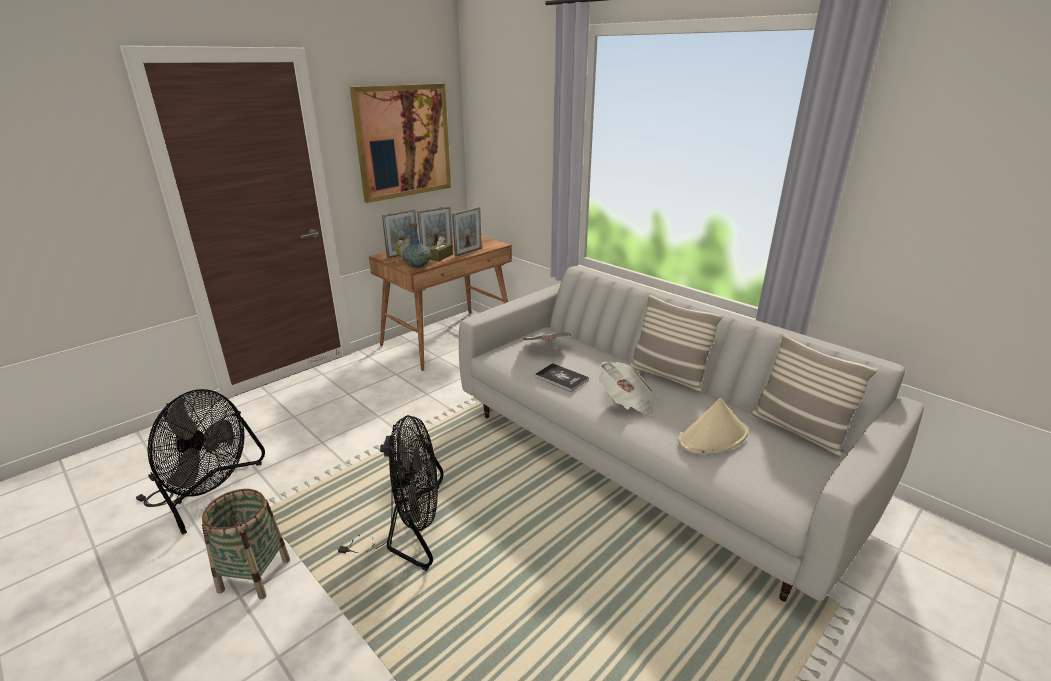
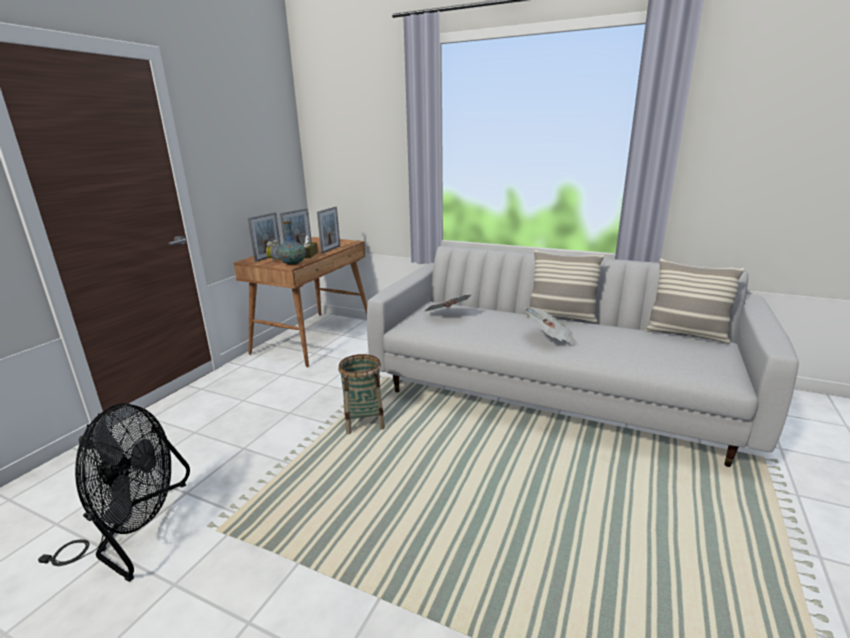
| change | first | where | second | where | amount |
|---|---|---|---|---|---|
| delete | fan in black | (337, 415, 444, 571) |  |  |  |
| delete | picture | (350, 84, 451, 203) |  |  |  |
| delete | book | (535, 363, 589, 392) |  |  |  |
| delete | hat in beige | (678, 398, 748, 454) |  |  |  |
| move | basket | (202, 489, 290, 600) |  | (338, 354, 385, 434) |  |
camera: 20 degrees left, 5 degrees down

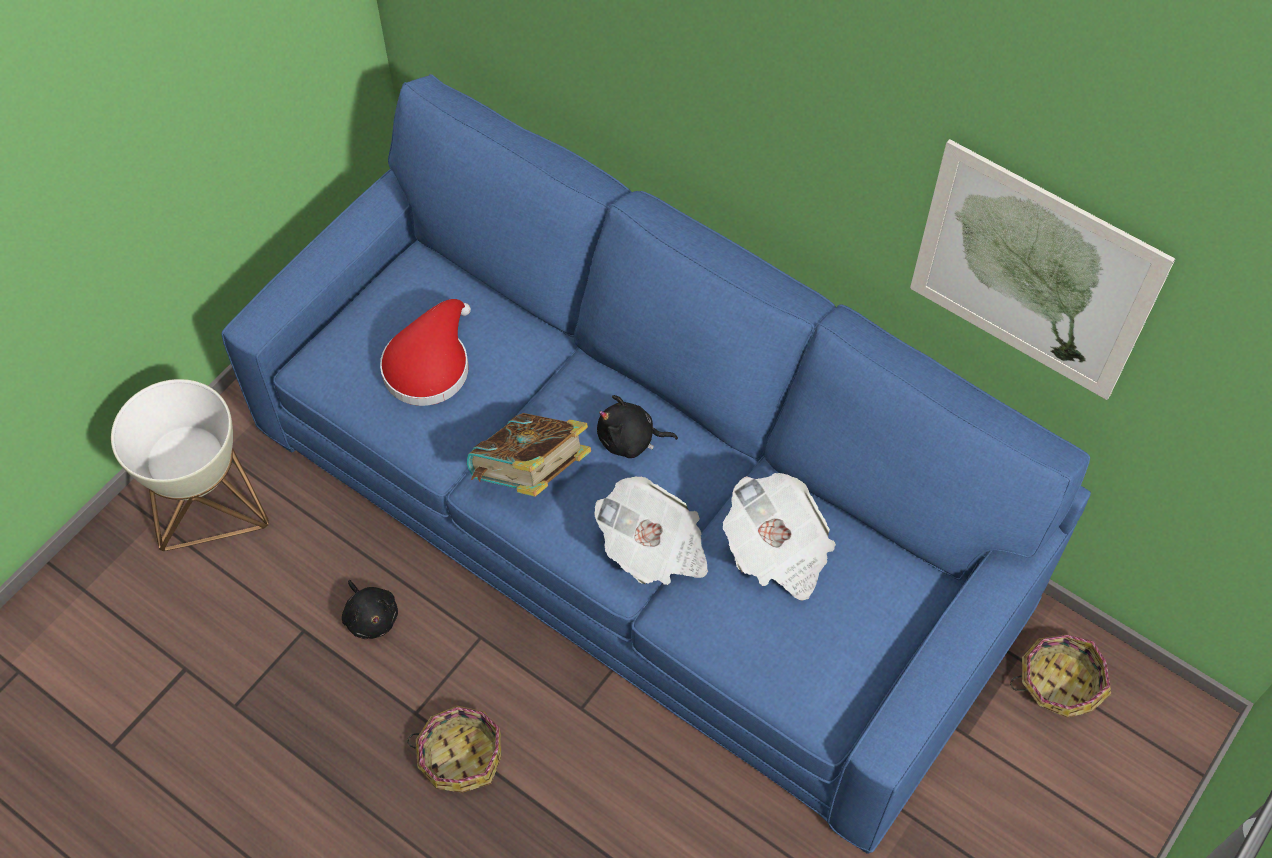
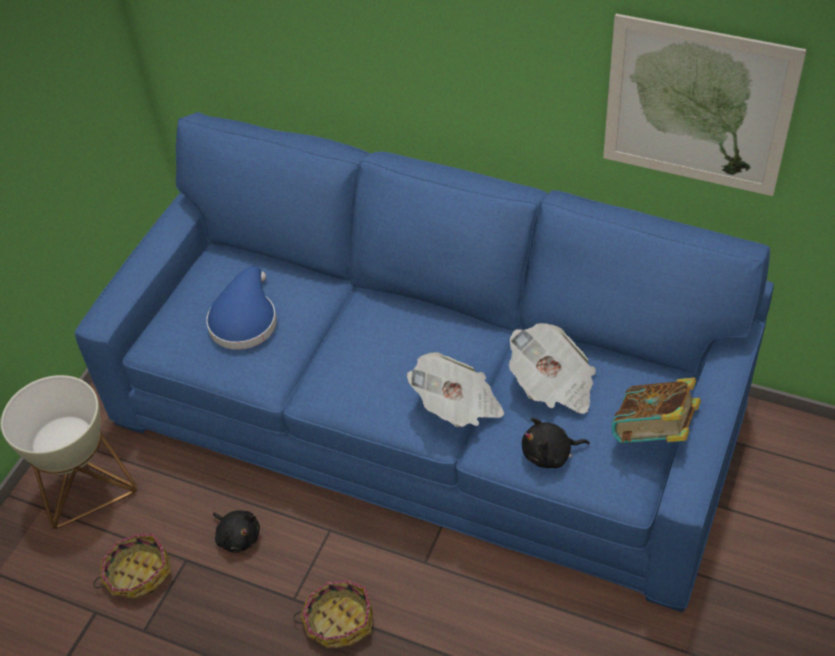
| change | first | where | second | where | amount |
|---|---|---|---|---|---|
| move | book | (467, 413, 591, 497) |  | (612, 377, 701, 443) |  |
| move | plush toy in black | (597, 395, 678, 458) |  | (522, 418, 590, 468) |  |
| move | basket | (1010, 634, 1111, 718) |  | (93, 534, 172, 599) |  |
| recolor | hat in red | (380, 299, 471, 406) | hat in blue | (206, 266, 277, 350) |  |
camera: 10 degrees left, 10 degrees down

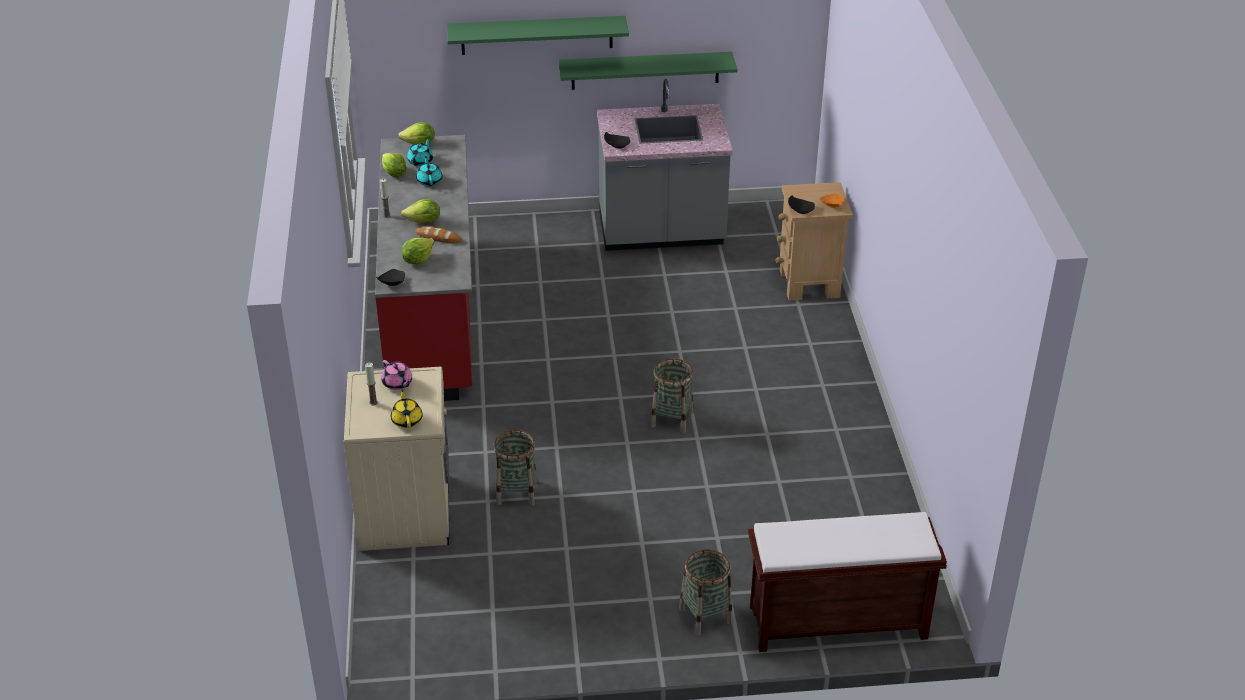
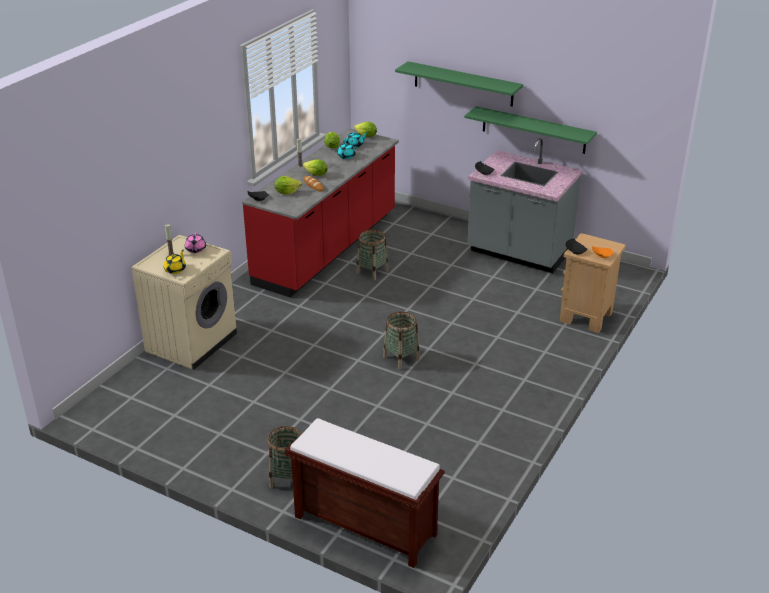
| change | first | where | second | where | amount |
|---|---|---|---|---|---|
| move | basket | (493, 429, 537, 506) |  | (356, 230, 388, 280) |  |
camera: 35 degrees right, 5 degrees down

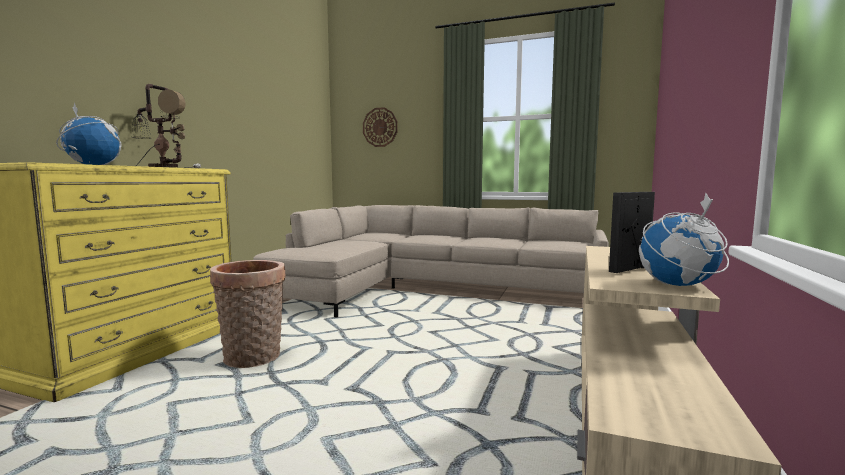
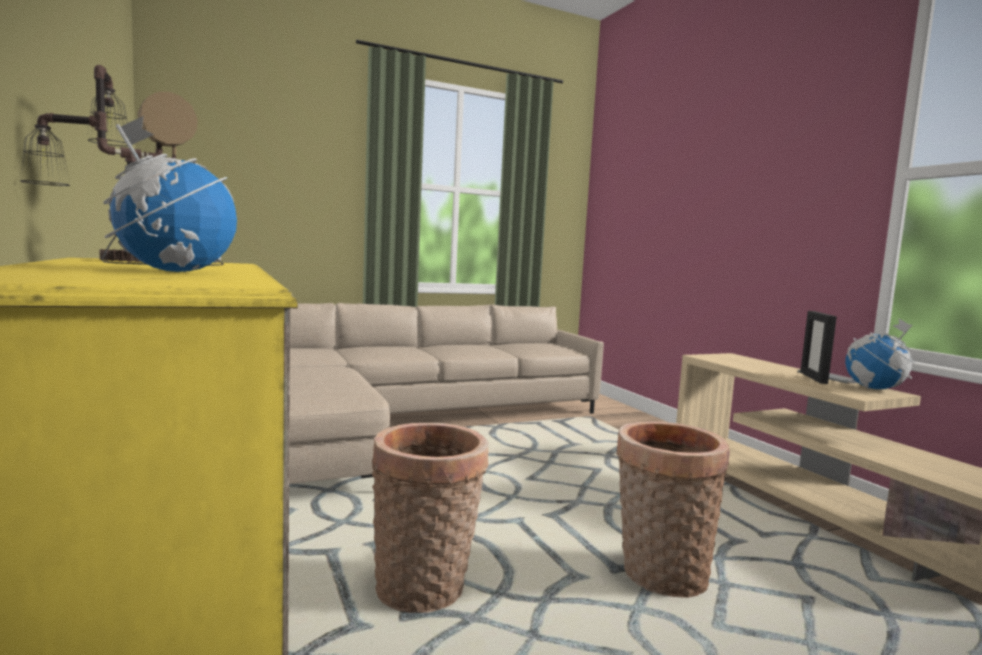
| change | first | where | second | where | amount |
|---|---|---|---|---|---|
| delete | wall clock | (363, 107, 398, 147) |  |  |  |
| insert |  |  | basket | (617, 421, 730, 598) |  |
camera: 45 degrees left, 0 degrees up

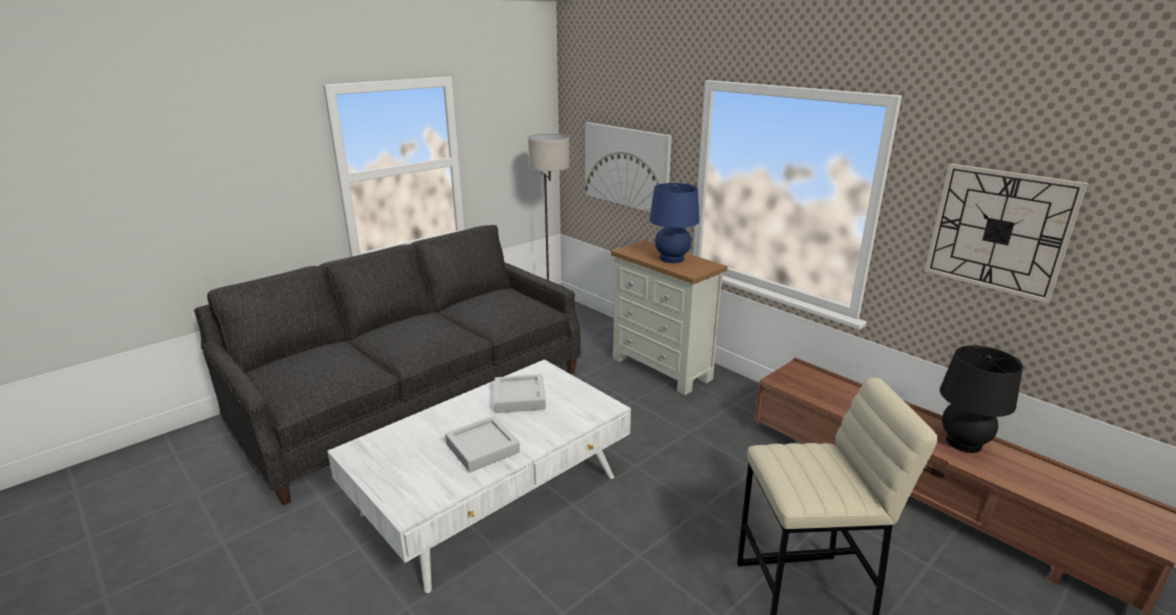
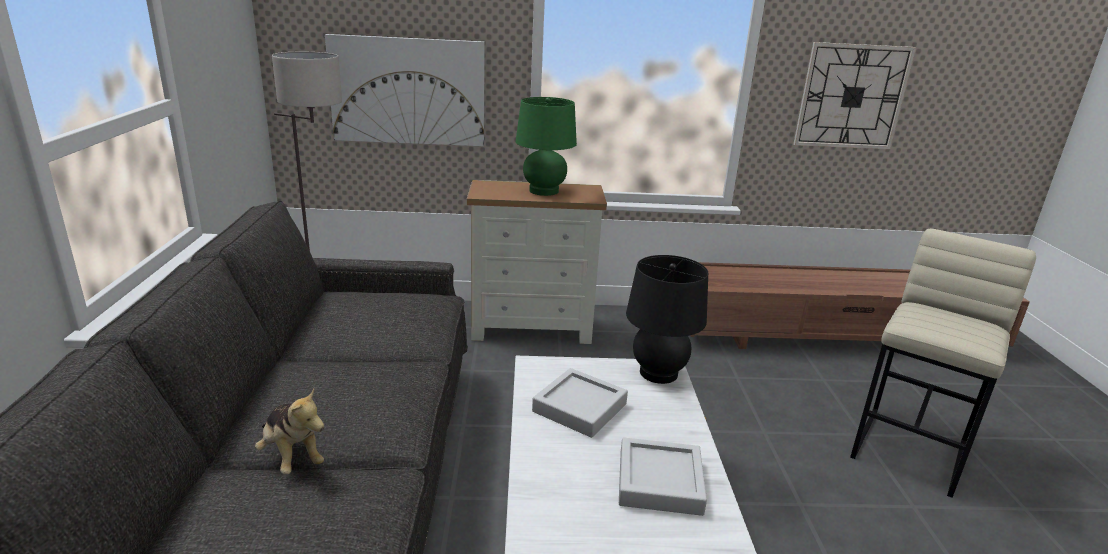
| change | first | where | second | where | amount |
|---|---|---|---|---|---|
| insert |  |  | plush toy | (255, 388, 324, 474) |  |
| move | table lamp in black | (940, 345, 1023, 453) |  | (626, 255, 708, 384) |  |
| recolor | table lamp in blue | (649, 183, 699, 263) | table lamp in green | (516, 97, 577, 196) |  |
camera: 50 degrees left, 0 degrees up

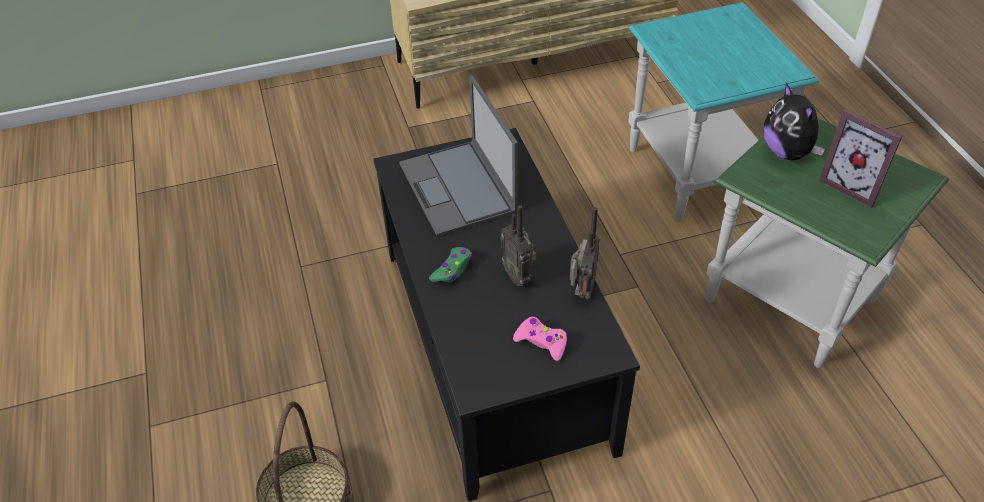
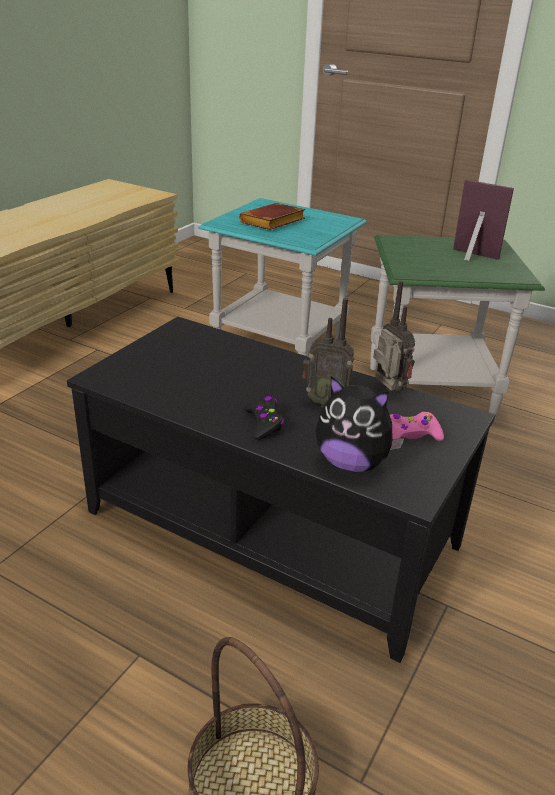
| change | first | where | second | where | amount |
|---|---|---|---|---|---|
| delete | laptop | (399, 75, 518, 237) |  |  |  |
| insert |  |  | book in brown | (239, 203, 305, 230) |  |
| move | plush toy | (764, 83, 825, 160) |  | (316, 376, 405, 472) |  |
| recolor | game controller in green | (429, 247, 472, 282) | game controller in black | (244, 396, 284, 440) |  |
| rotate | picture frame | (819, 110, 902, 208) |  | (453, 180, 514, 261) | 150 degrees counterclockwise |
camera: 45 degrees left, 15 degrees down

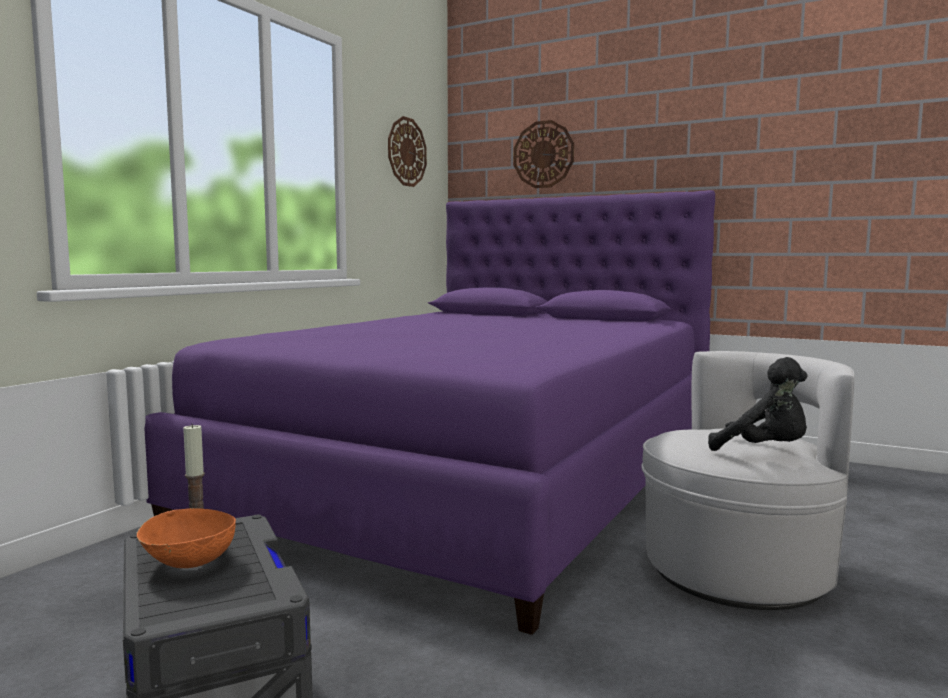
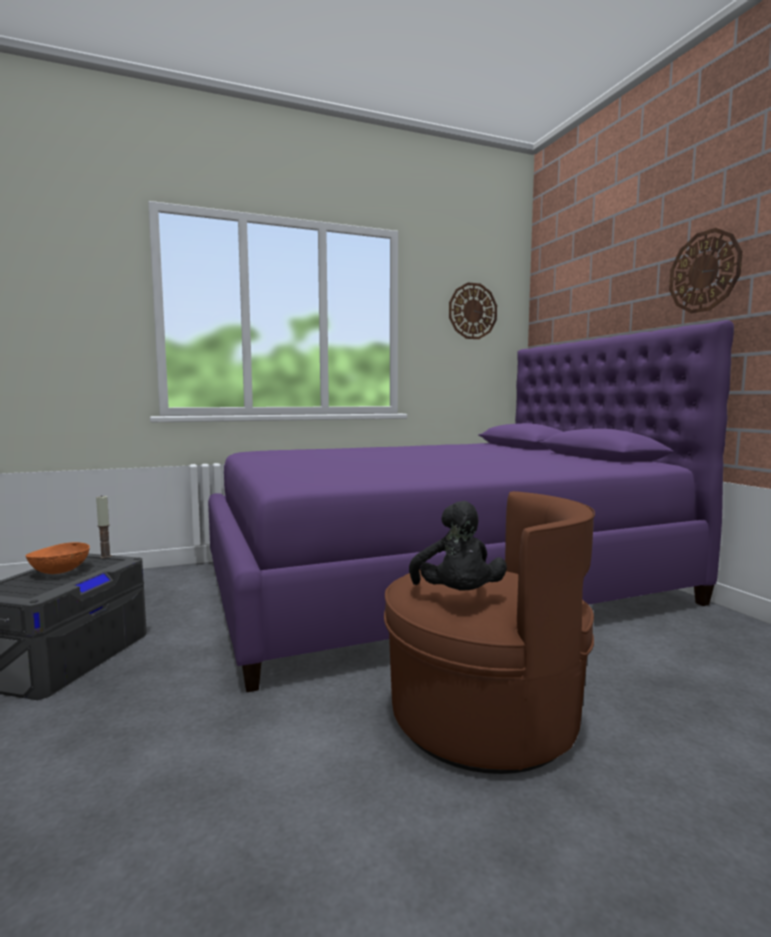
| change | first | where | second | where | amount |
|---|---|---|---|---|---|
| move | wall clock | (514, 120, 574, 188) |  | (669, 228, 743, 313) |  |
| recolor | armchair in white | (641, 351, 855, 610) | armchair in brown | (384, 491, 595, 774) |  |
camera: 40 degrees right, 0 degrees up

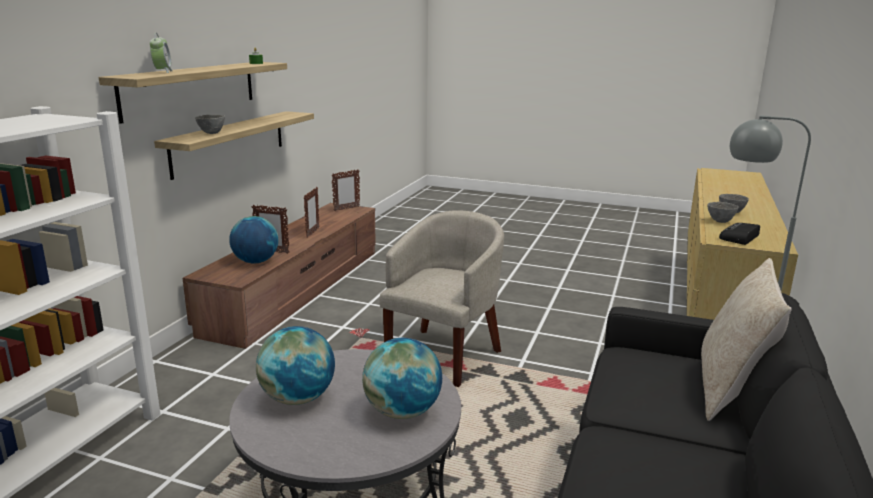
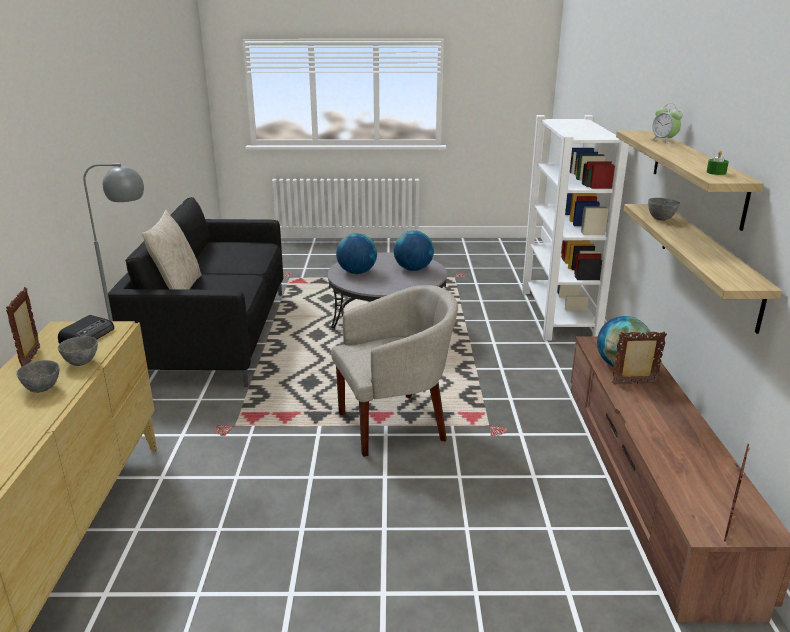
| change | first | where | second | where | amount |
|---|---|---|---|---|---|
| move | picture frame | (304, 187, 320, 238) |  | (6, 287, 40, 367) |  |
| rotate | armchair in beige | (379, 210, 504, 387) |  | (331, 285, 458, 457) | 120 degrees counterclockwise |
camera: 160 degrees right, 5 degrees up

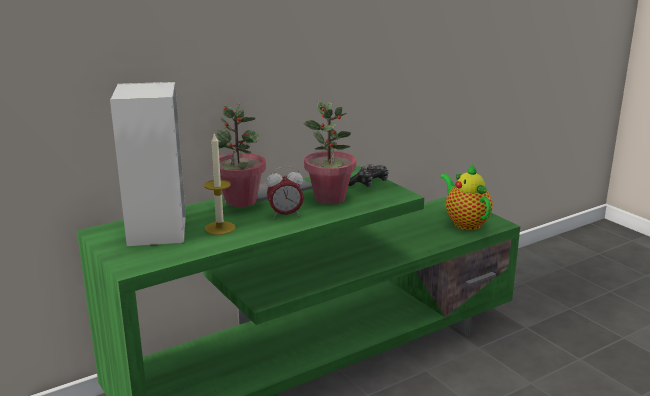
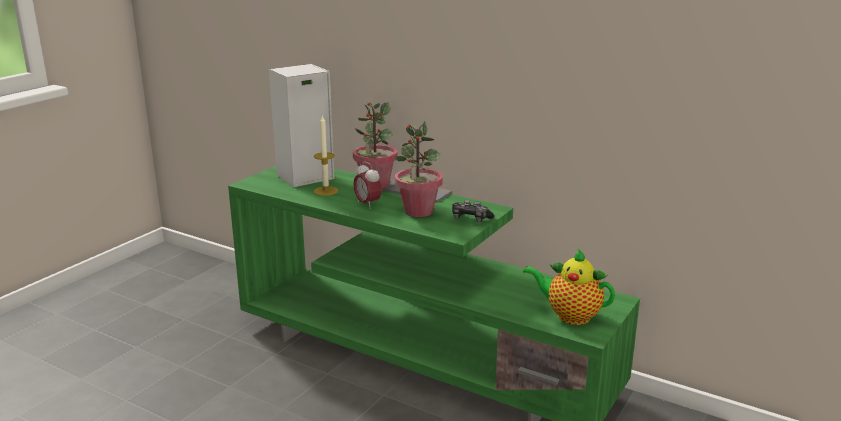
| change | first | where | second | where | amount |
|---|---|---|---|---|---|
| rotate | teapot | (440, 164, 493, 230) |  | (523, 249, 615, 325) | 105 degrees counterclockwise |
camera: 65 degrees right, 0 degrees up

